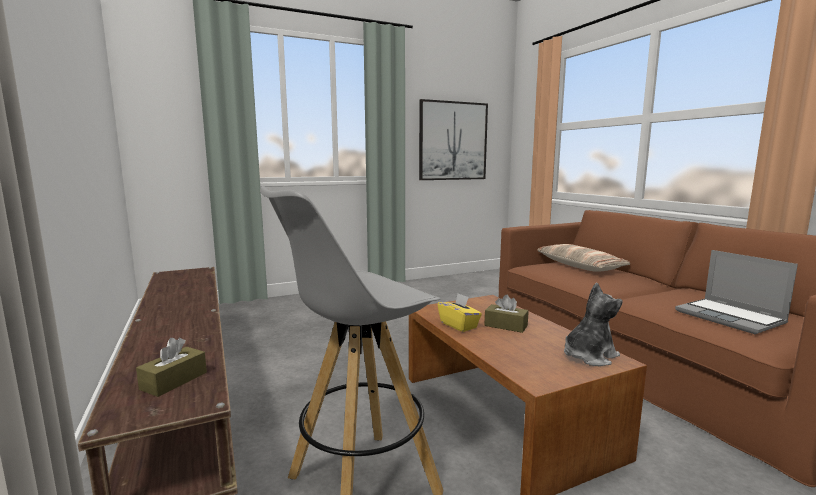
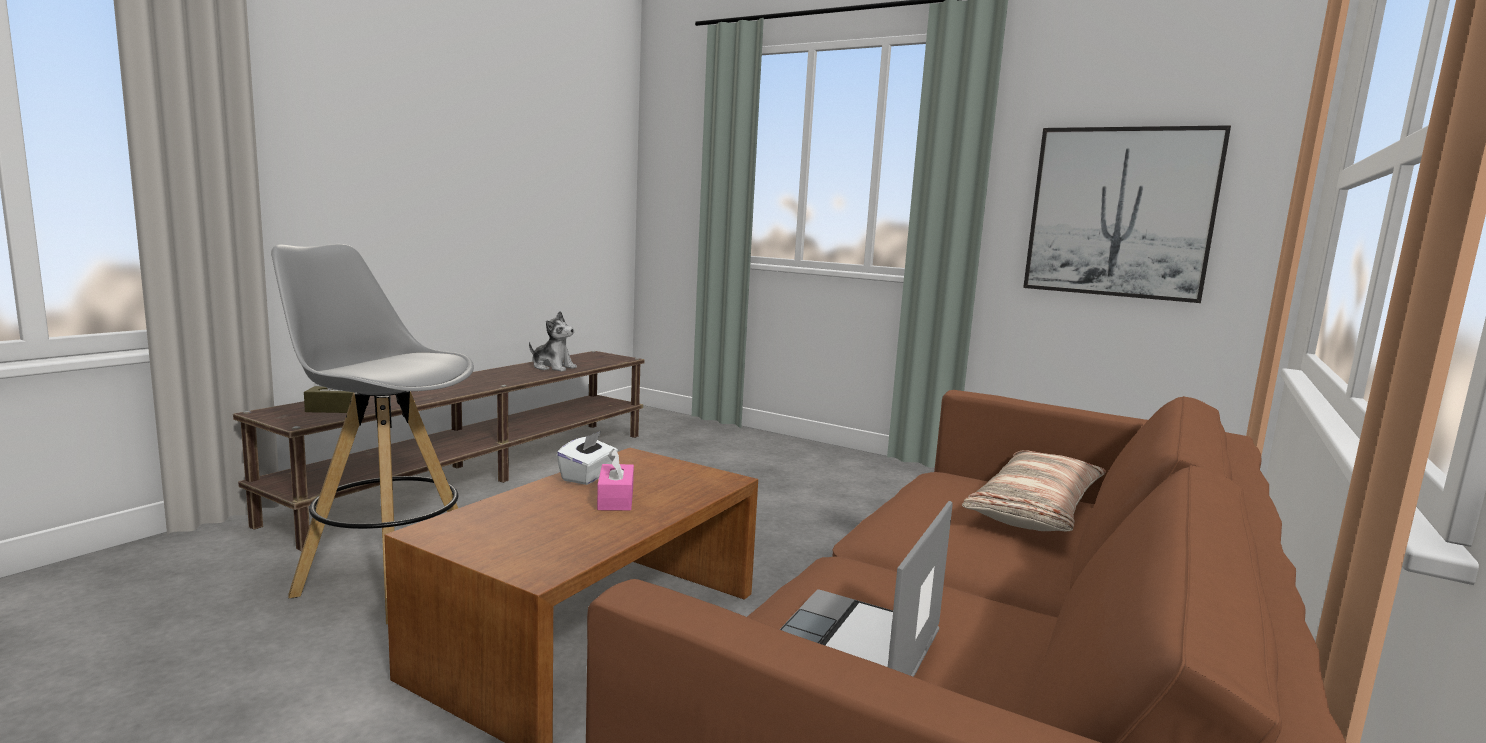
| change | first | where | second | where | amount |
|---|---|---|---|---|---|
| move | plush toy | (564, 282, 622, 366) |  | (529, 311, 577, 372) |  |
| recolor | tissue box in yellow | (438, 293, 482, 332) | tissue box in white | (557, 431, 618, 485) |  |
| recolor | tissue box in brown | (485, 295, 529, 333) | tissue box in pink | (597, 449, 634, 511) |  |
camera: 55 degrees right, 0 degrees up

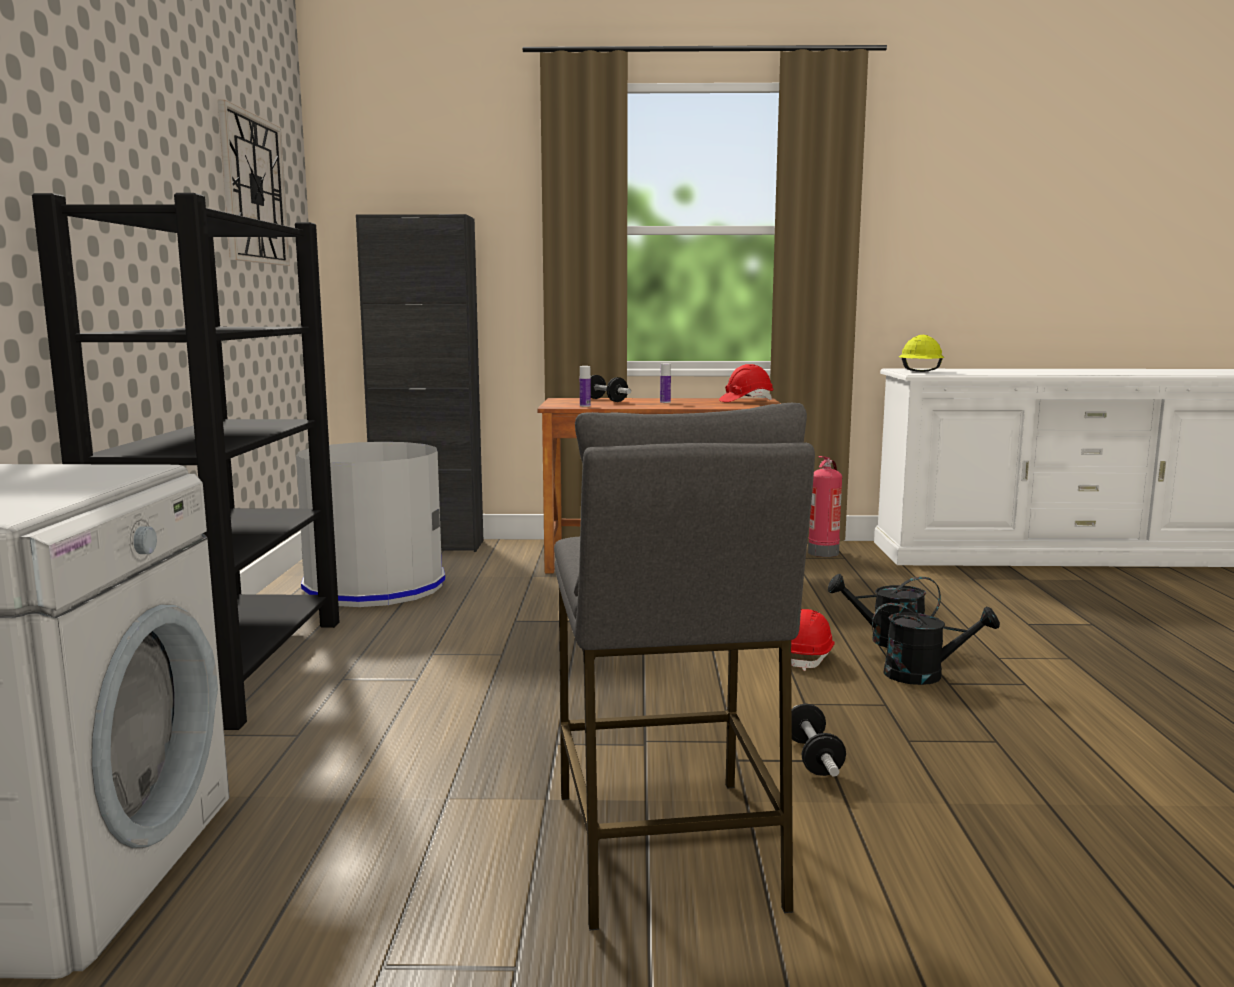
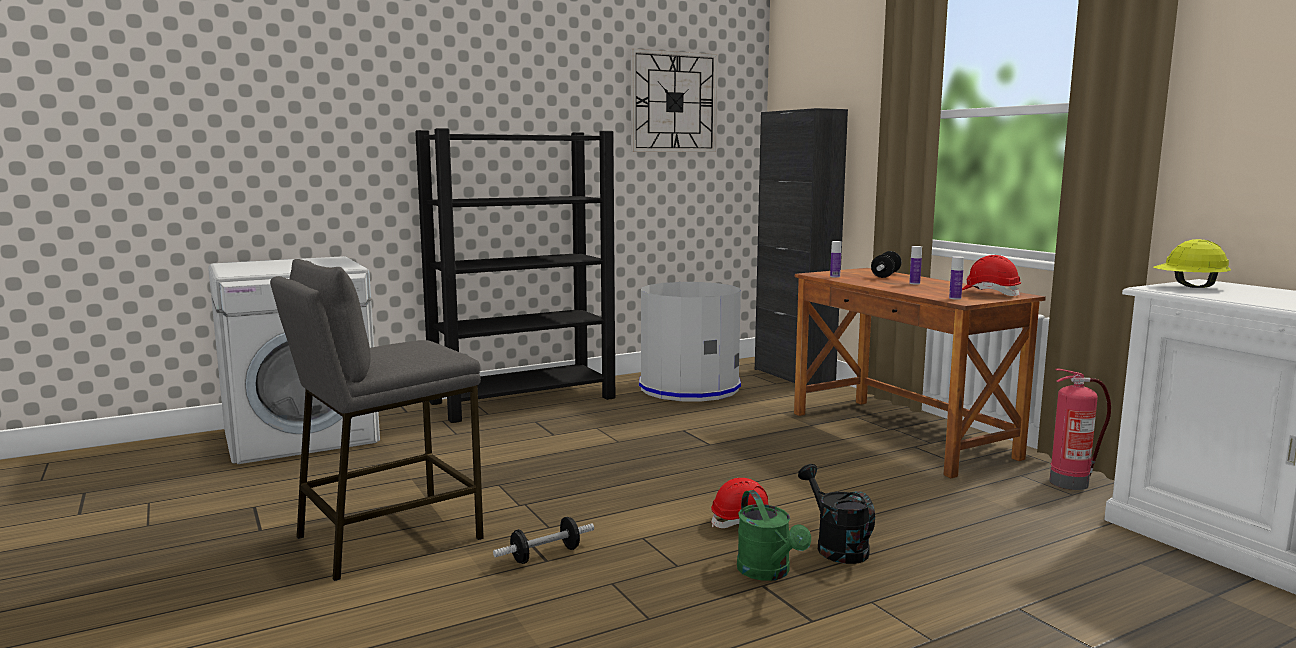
| change | first | where | second | where | amount |
|---|---|---|---|---|---|
| insert |  |  | bottle | (949, 256, 964, 300) |  |
| recolor | watering can in black | (872, 603, 1000, 685) | watering can in green | (737, 490, 811, 581) |  |
camera: 60 degrees right, 0 degrees up

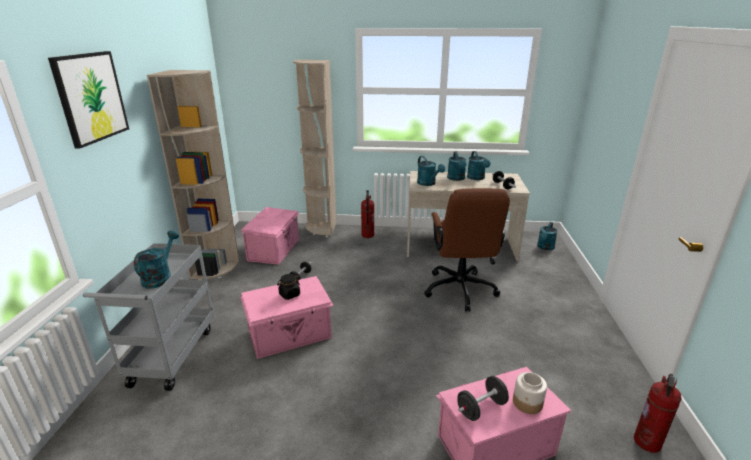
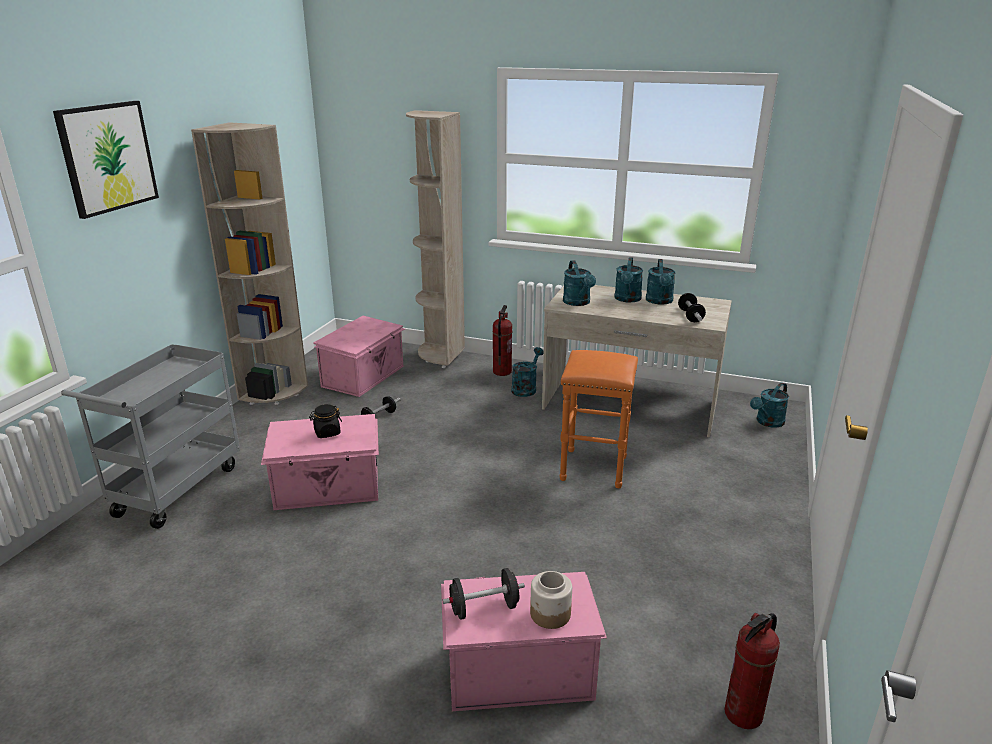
| change | first | where | second | where | amount |
|---|---|---|---|---|---|
| move | watering can in turquoise | (134, 231, 179, 288) |  | (511, 347, 544, 397) |  |
| replace | office chair in brown | (424, 188, 510, 312) | stool in orange | (560, 350, 638, 488) |  |
camera: 15 degrees right, 0 degrees up

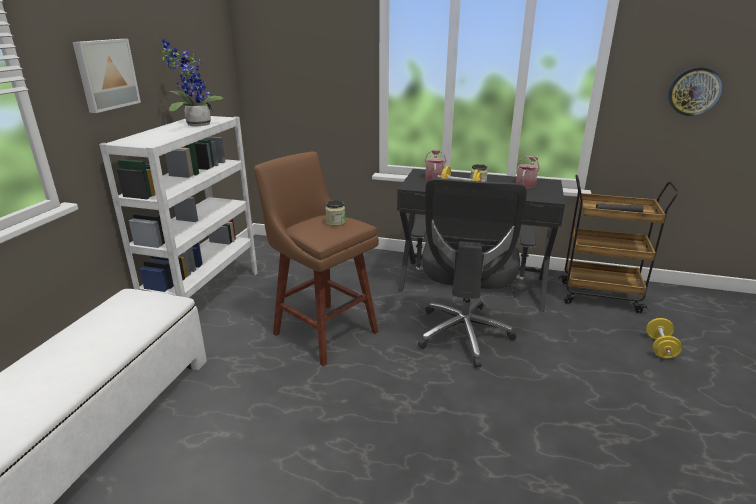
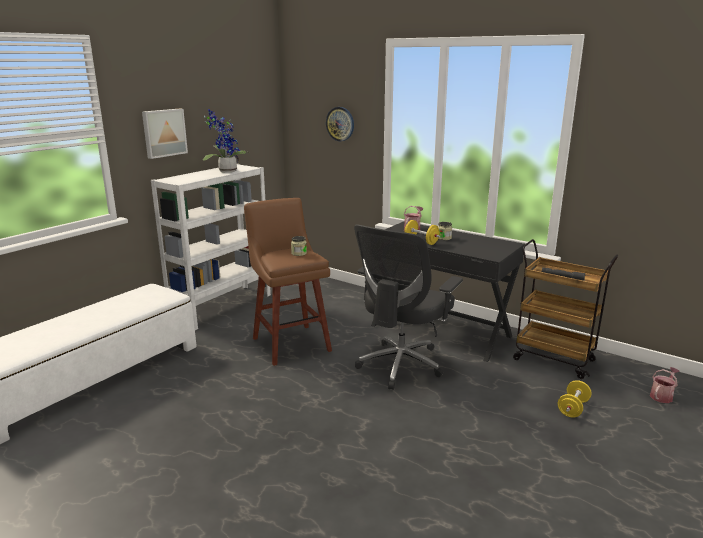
| change | first | where | second | where | amount |
|---|---|---|---|---|---|
| move | watering can | (516, 156, 540, 188) |  | (650, 367, 680, 403) |  |
| move | wall clock | (668, 67, 723, 116) |  | (326, 107, 354, 141) |  |
camera: 20 degrees right, 5 degrees down

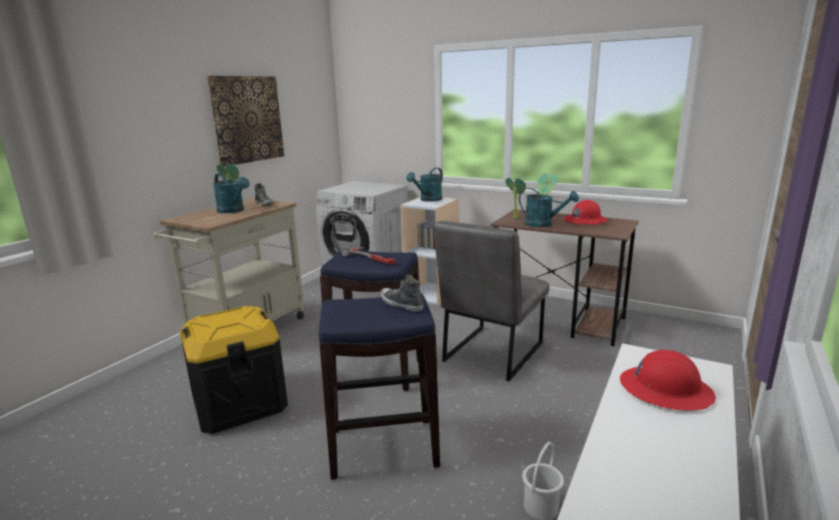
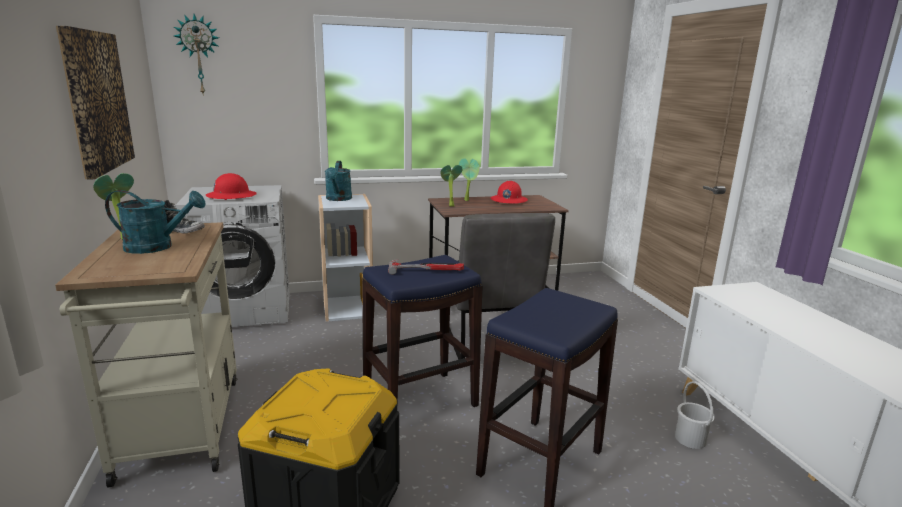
| change | first | where | second | where | amount |
|---|---|---|---|---|---|
| delete | shoe | (380, 274, 424, 311) |  |  |  |
| delete | watering can in turquoise | (519, 188, 579, 227) |  |  |  |
| insert |  |  | wall clock | (174, 14, 219, 96) |  |
| move | hard hat in red | (620, 350, 716, 411) |  | (205, 173, 257, 200) |  |
camera: 45 degrees left, 0 degrees up

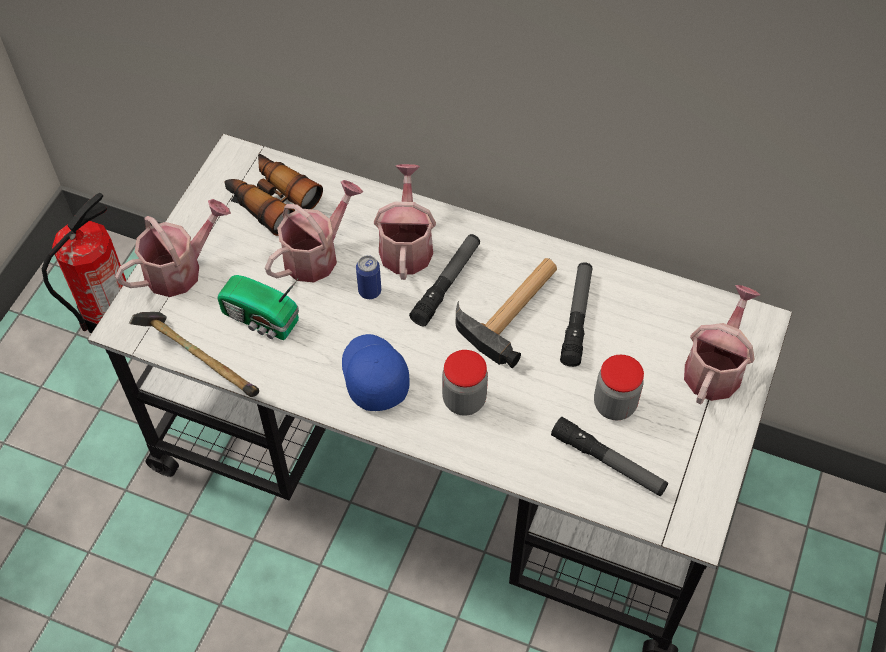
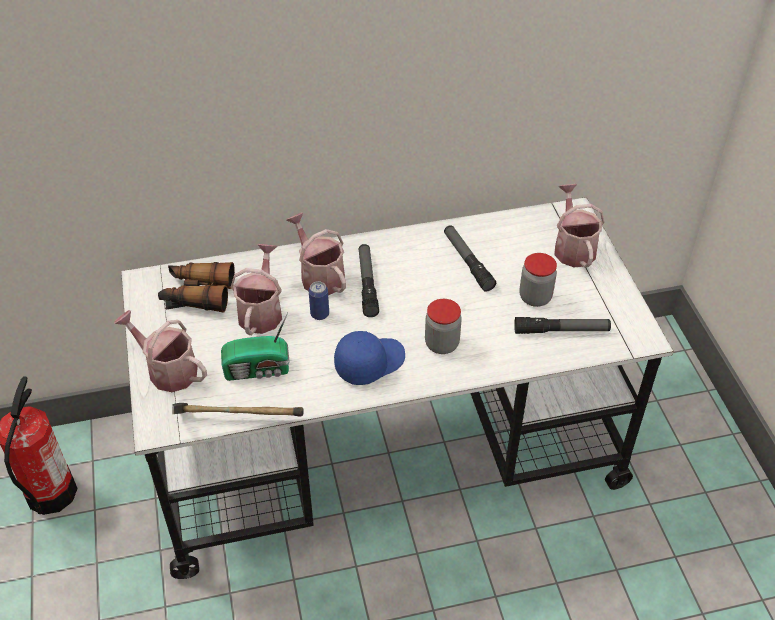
| change | first | where | second | where | amount |
|---|---|---|---|---|---|
| delete | hammer | (456, 258, 557, 368) |  |  |  |
| rotate | watering can | (115, 199, 231, 297) |  | (114, 310, 207, 392) | 75 degrees counterclockwise |
| rotate | cap in blue | (342, 334, 410, 411) |  | (334, 331, 405, 385) | 105 degrees clockwise |
camera: 35 degrees left, 10 degrees down

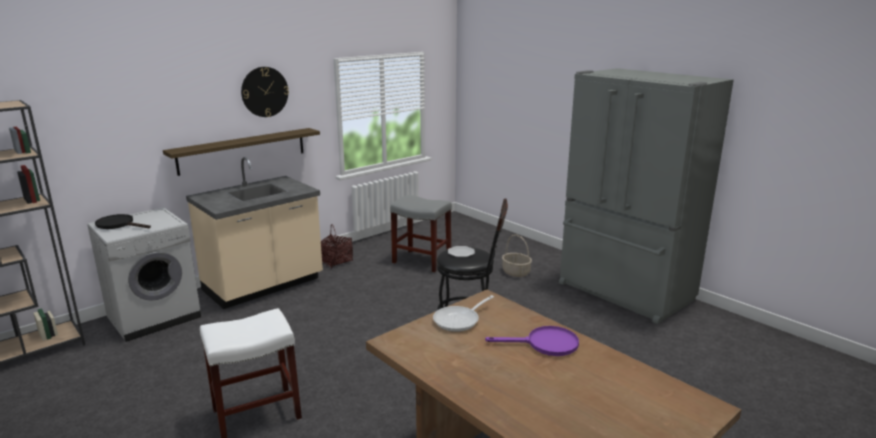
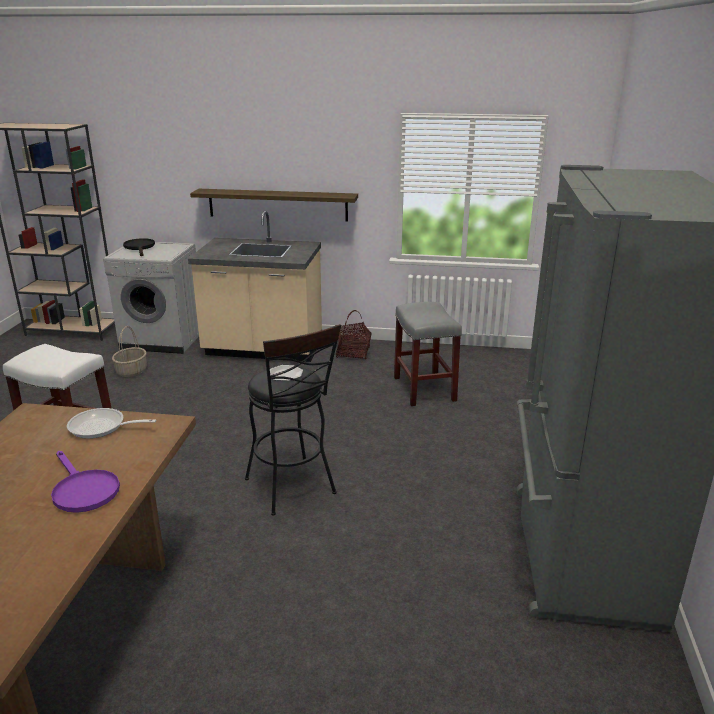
| change | first | where | second | where | amount |
|---|---|---|---|---|---|
| delete | wall clock | (241, 67, 289, 117) |  |  |  |
| move | basket | (502, 234, 532, 277) |  | (112, 326, 147, 377) |  |
camera: 50 degrees right, 5 degrees up

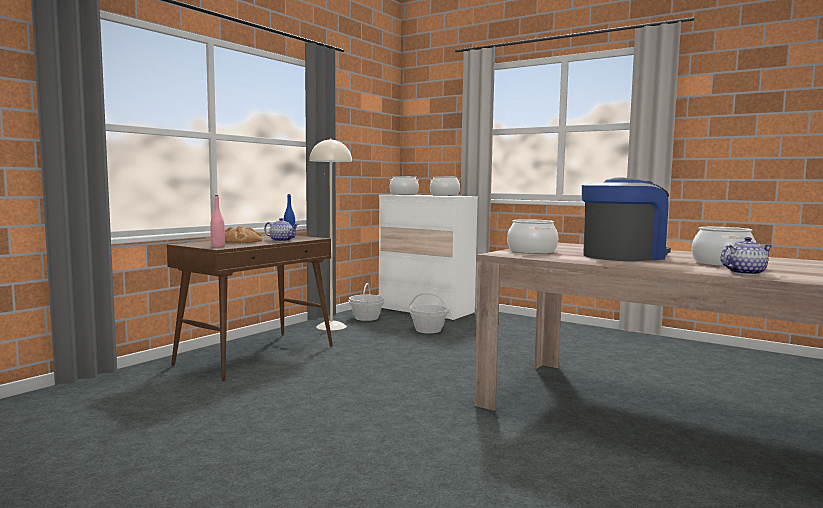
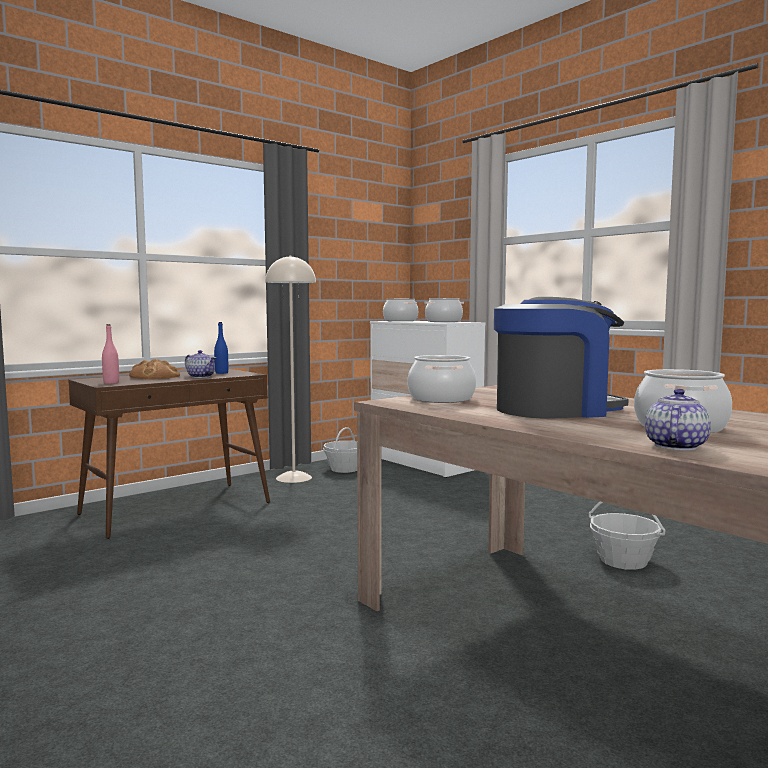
| change | first | where | second | where | amount |
|---|---|---|---|---|---|
| move | basket | (409, 292, 450, 333) |  | (589, 502, 666, 570) |  |
| rotate | teapot | (721, 237, 772, 275) |  | (645, 389, 711, 451) | 60 degrees counterclockwise |
camera: 15 degrees right, 0 degrees up

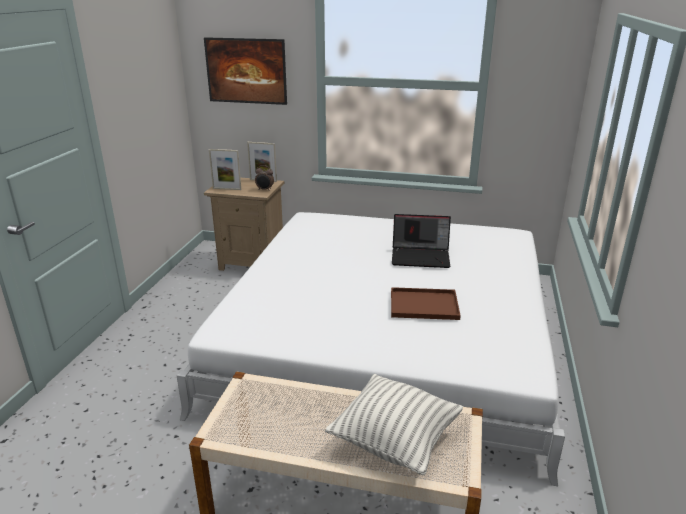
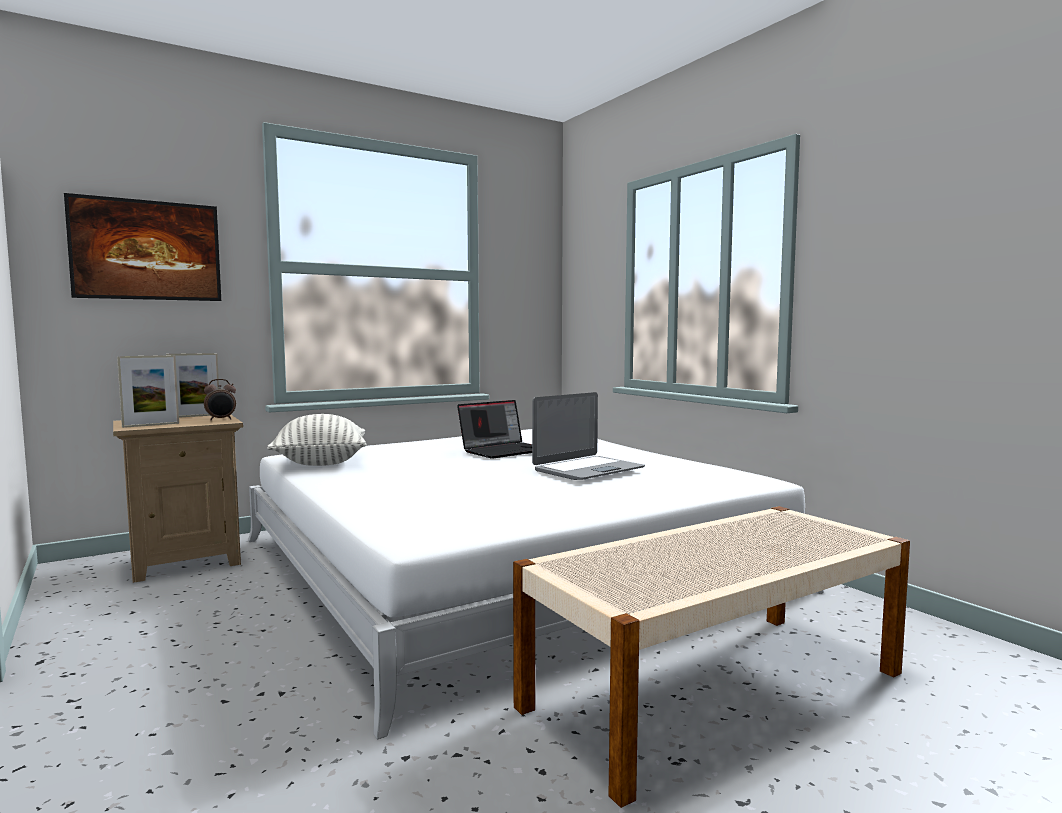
| change | first | where | second | where | amount |
|---|---|---|---|---|---|
| move | pillow | (325, 374, 463, 476) |  | (267, 414, 366, 466) |  |
| replace | tray in brown | (391, 287, 461, 320) | laptop | (532, 392, 645, 480) |  |
camera: 45 degrees left, 20 degrees down

